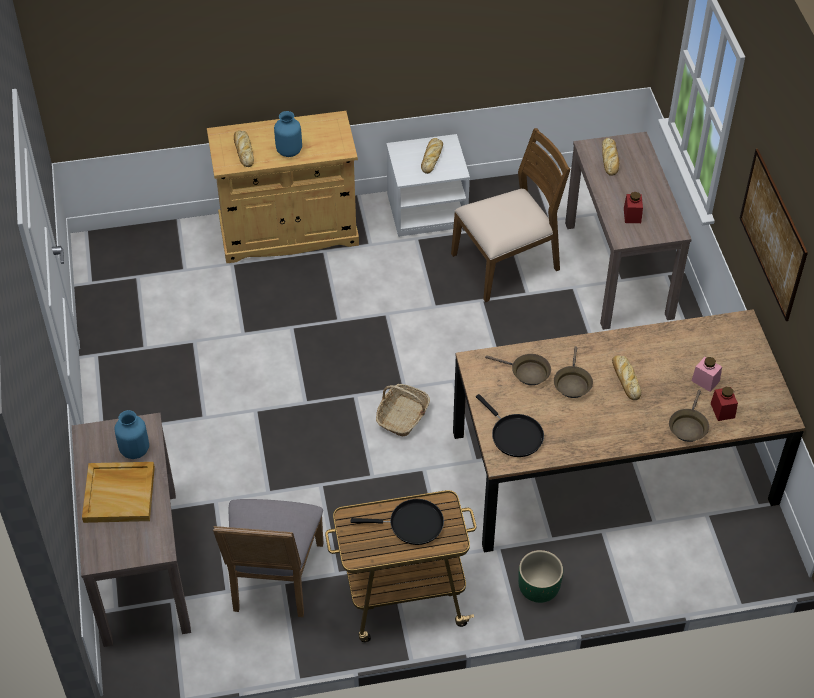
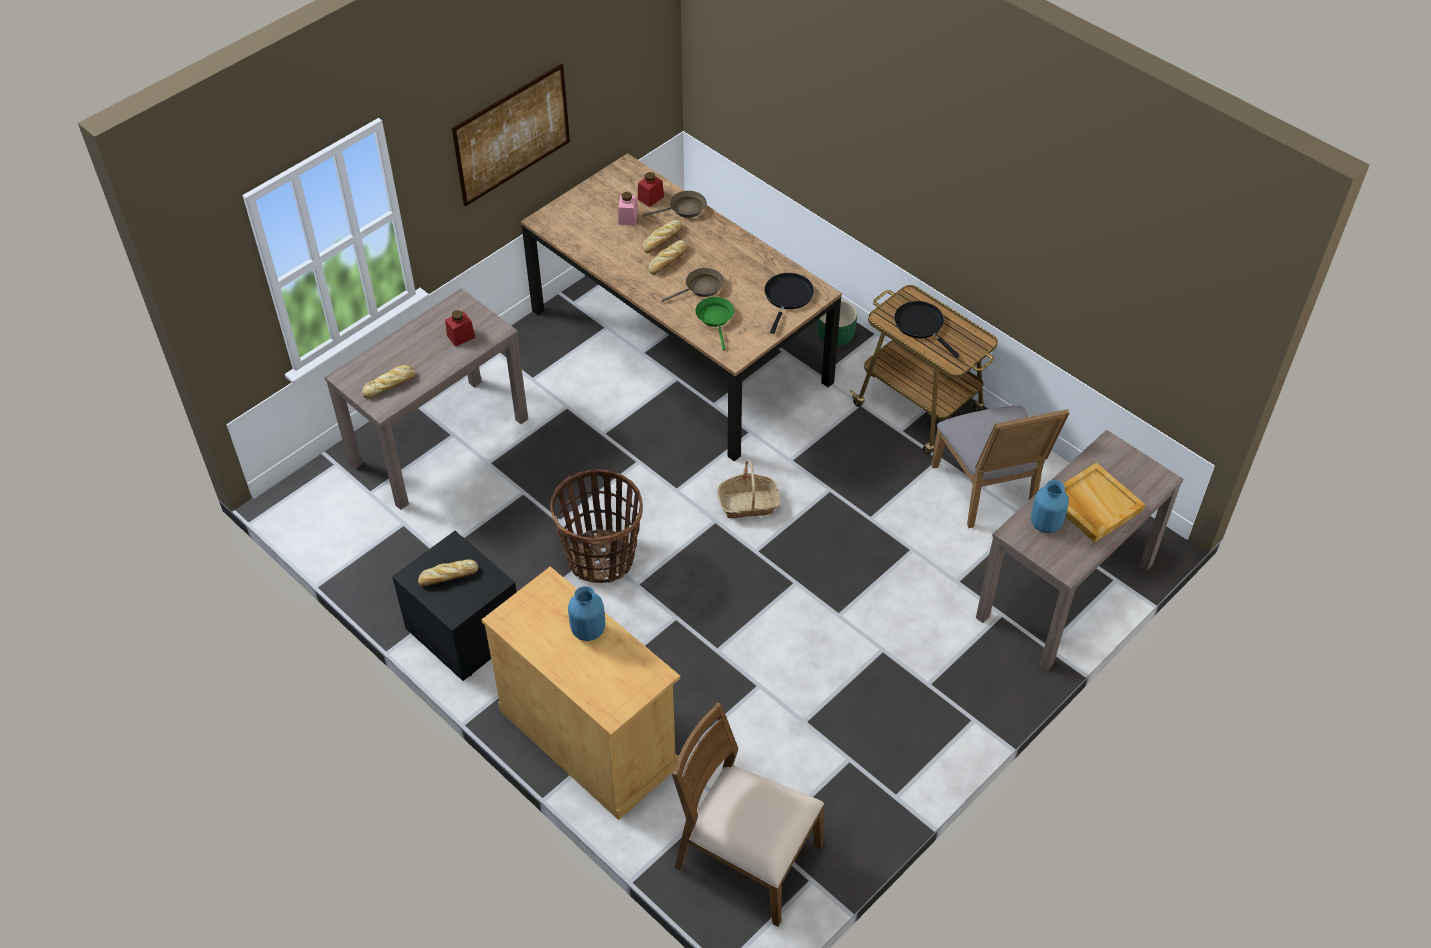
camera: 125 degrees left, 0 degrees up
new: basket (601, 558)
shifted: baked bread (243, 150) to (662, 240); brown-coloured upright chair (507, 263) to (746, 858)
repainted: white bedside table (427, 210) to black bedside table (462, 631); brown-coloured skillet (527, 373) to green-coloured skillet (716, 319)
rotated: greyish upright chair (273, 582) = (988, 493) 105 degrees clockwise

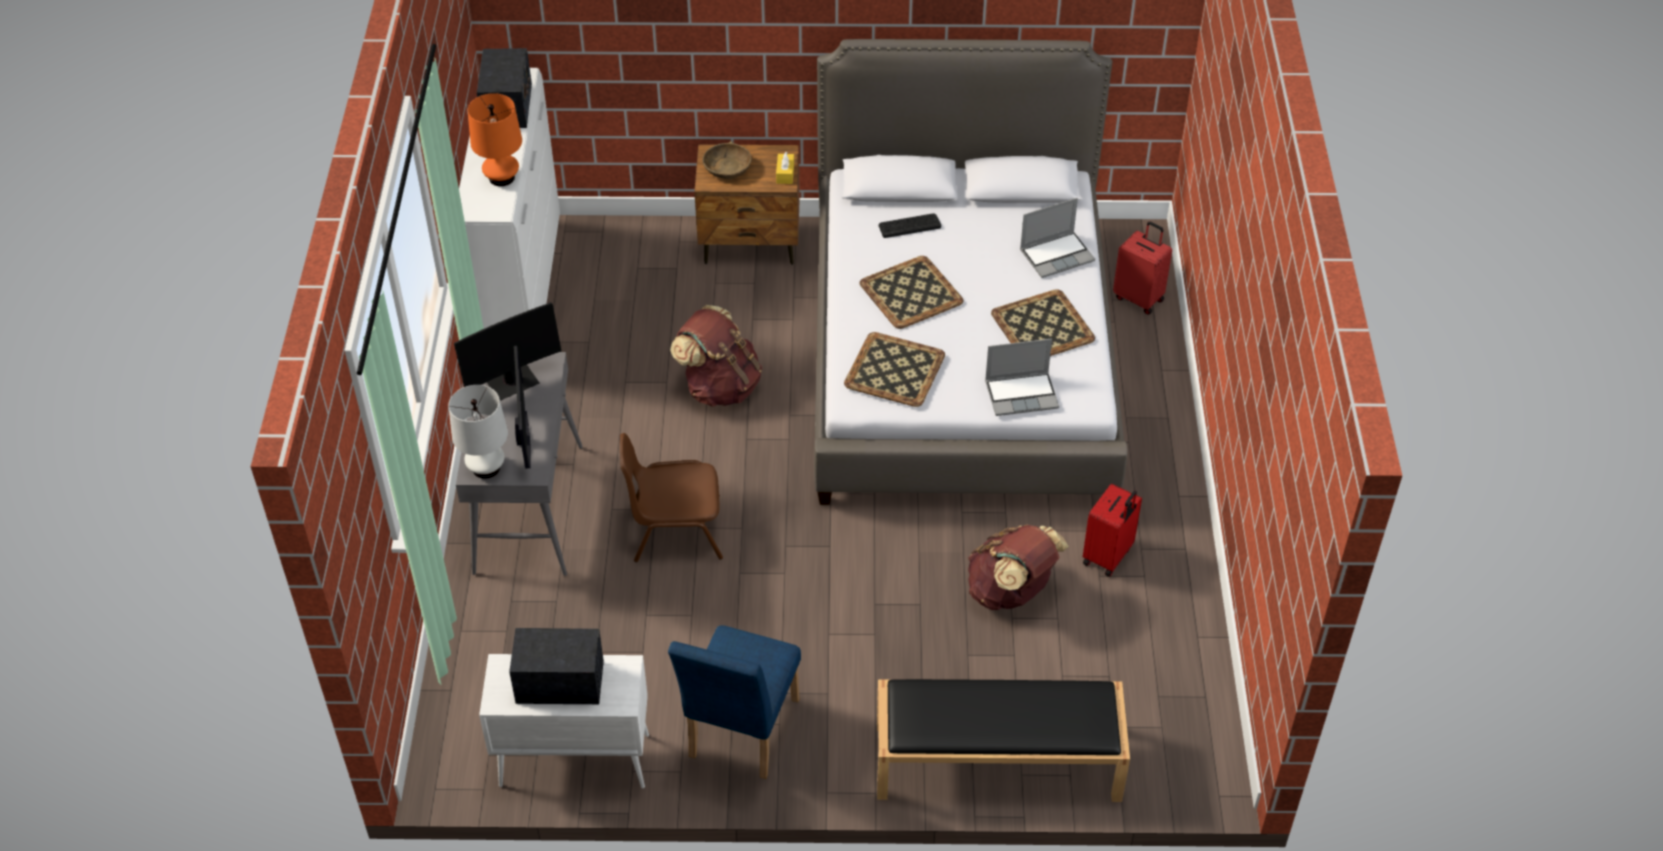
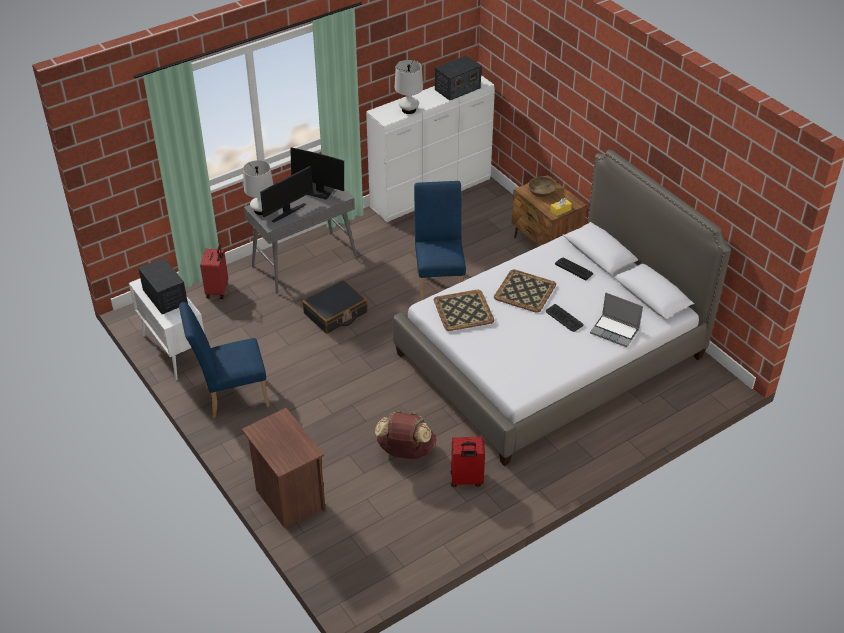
camera: 55 degrees right, 5 degrees down
gone: notebook computer (1022, 394); tray (1043, 325)
new: computer keyboard (564, 318)
shifted: red travel case (1139, 298) to (218, 290)
swapped: brown-coloured upright chair (675, 529) to black travel case (335, 313); brown-coloured backpack (720, 386) to bluish upright chair (439, 283); black long seat (995, 762) to brown-coloured bedside table (288, 498)
repainted: orangey lamp for a table (502, 177) to white lamp for a table (409, 110)

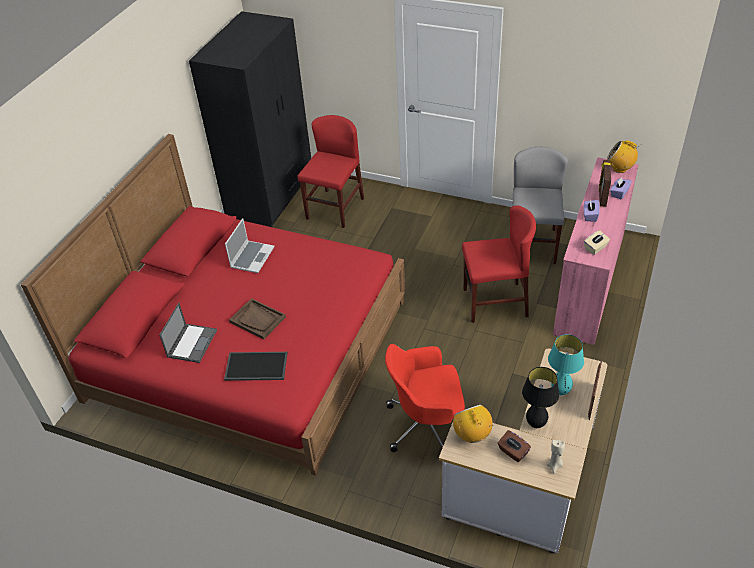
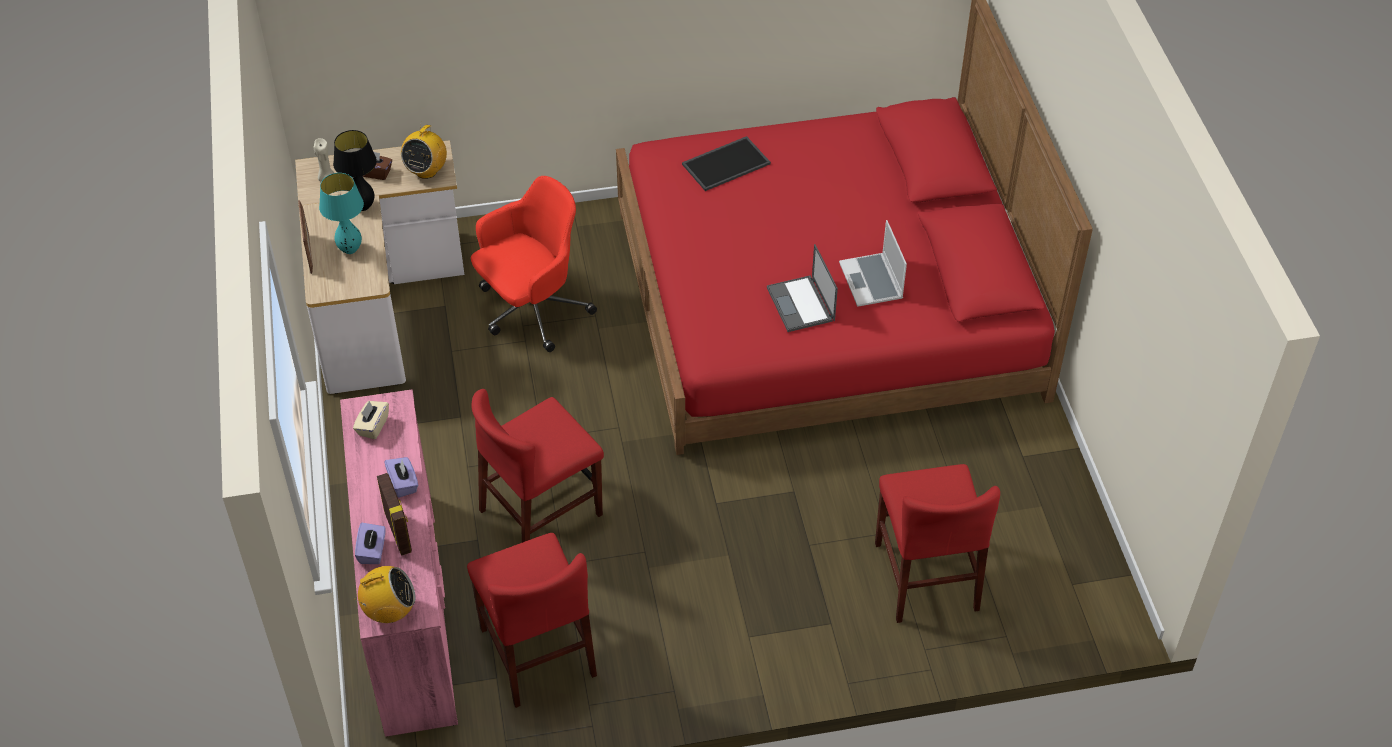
camera: 145 degrees right, 5 degrees up
gone: black wardrobe (271, 194); brown-coloured tray (258, 320)
shifted: notebook computer (192, 343) to (801, 304)
repainted: greyish upright chair (532, 245) to red upright chair (537, 652)
rotated: radio (472, 435) = (426, 171) 75 degrees clockwise

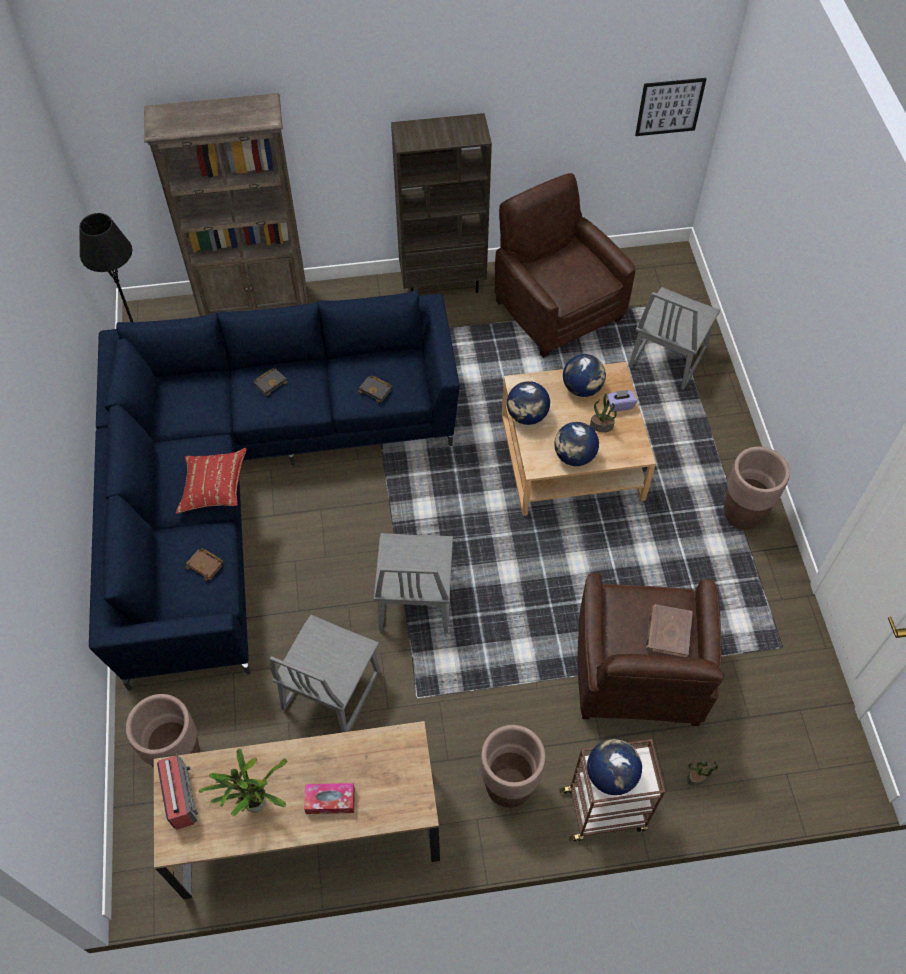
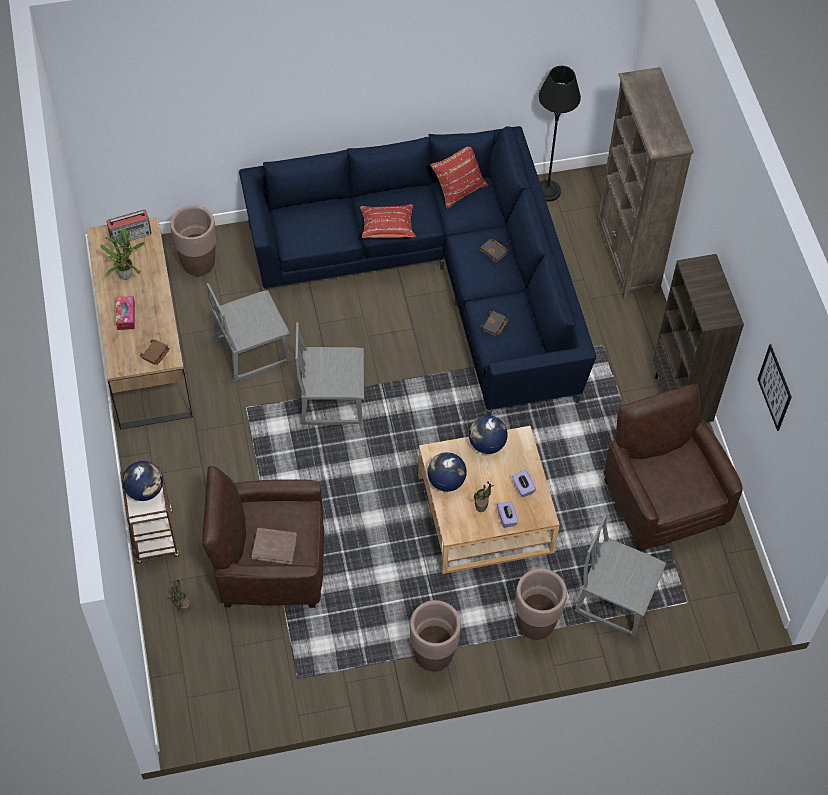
camera: 85 degrees right, 0 degrees up
new: red pillow (459, 189)
shifted: brown-coloured volume (206, 565) to (155, 354); brown-coloured planter (509, 787) to (535, 625); wall art (669, 107) to (775, 387)
swapped: world globe (582, 388) to purple box of tissues (523, 487)
rotated: greyish upright chair (330, 690) = (252, 350) 45 degrees counterclockwise; brown-coloured armchair (556, 309) = (663, 500) 75 degrees counterclockwise

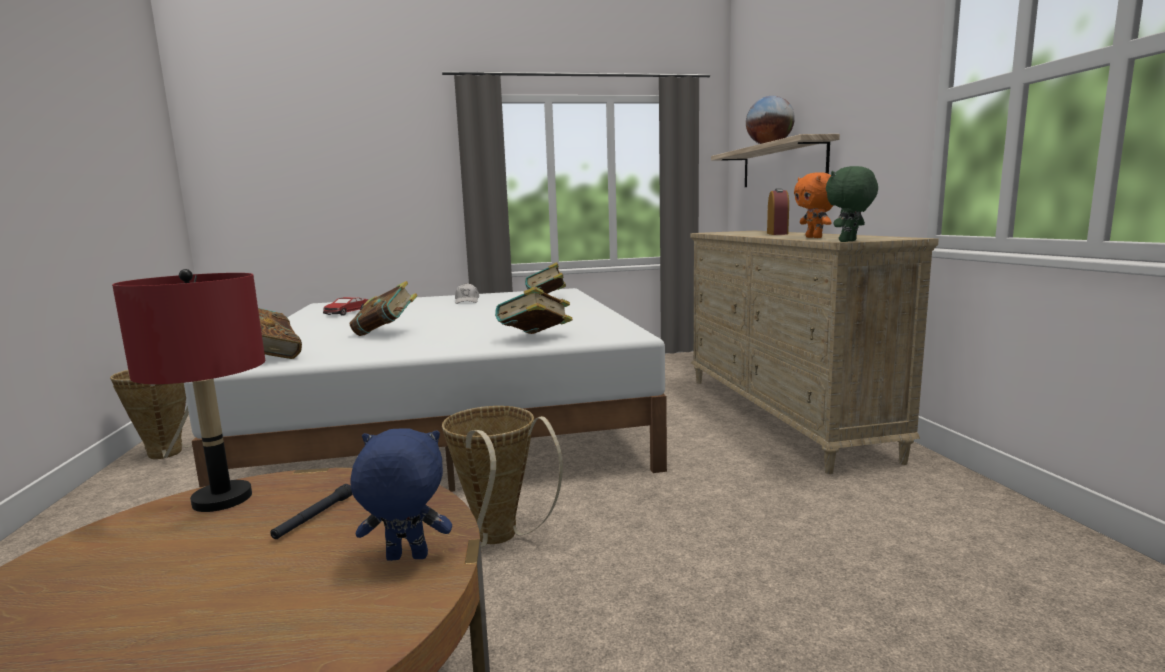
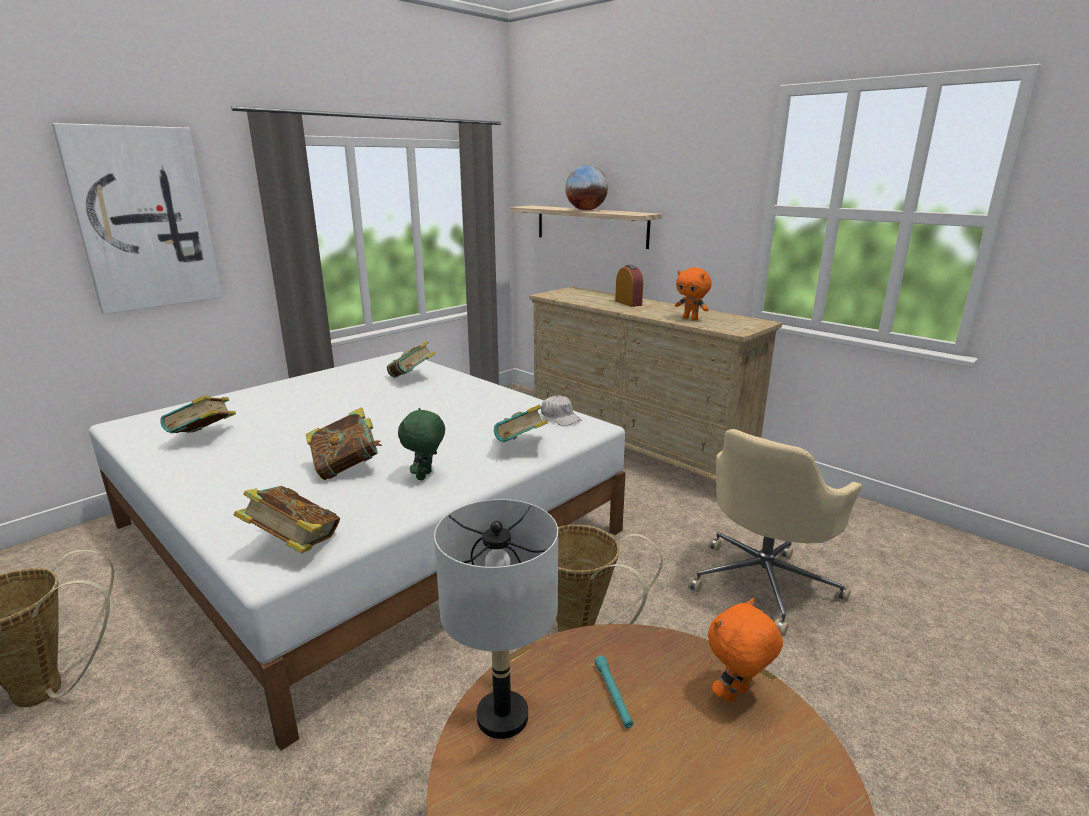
camera: 35 degrees left, 10 degrees up
new: wall art (144, 219); sand-coloured computer chair (764, 582)
shifted: white cap (467, 301) to (560, 418); green-coloured soft toy (849, 241) to (425, 476)
swapped: model car (347, 312) to volume (203, 438)
repainted: red lamp for a table (221, 499) to greyish lamp for a table (502, 717); black hand torch (314, 517) to turquoise-coloured hand torch (613, 695); bluish soft toy (406, 559) to orangey soft toy (736, 696)

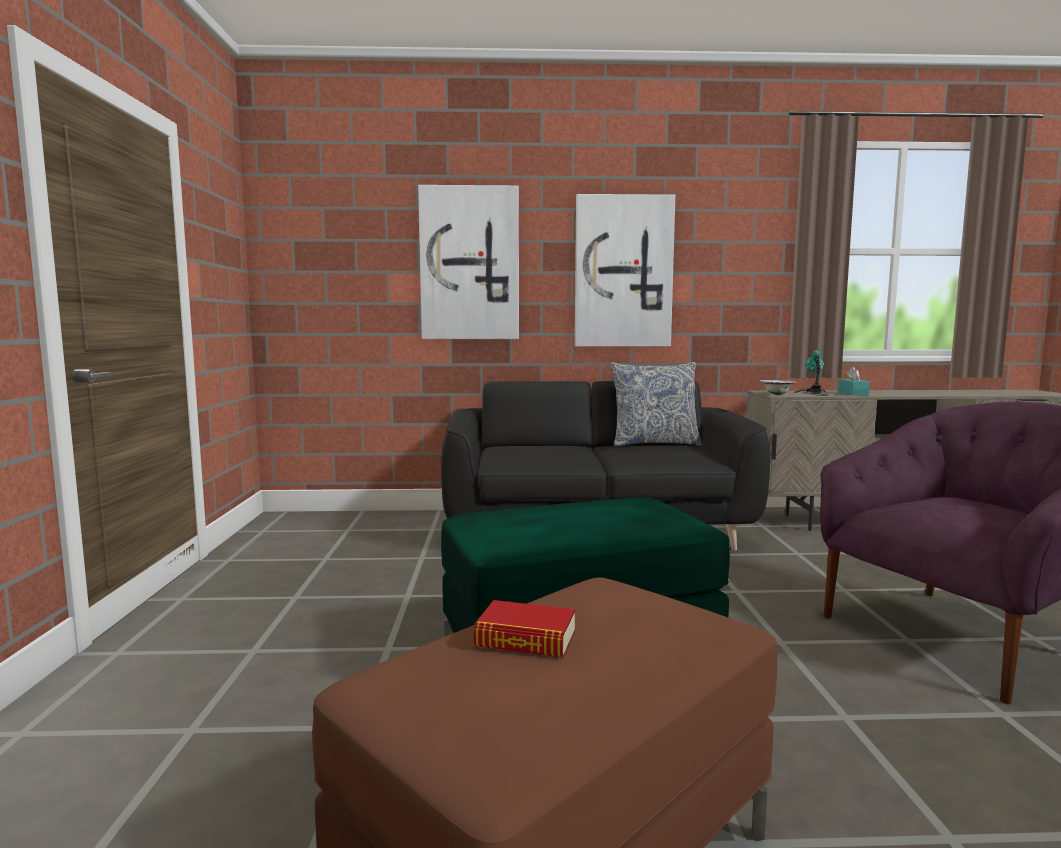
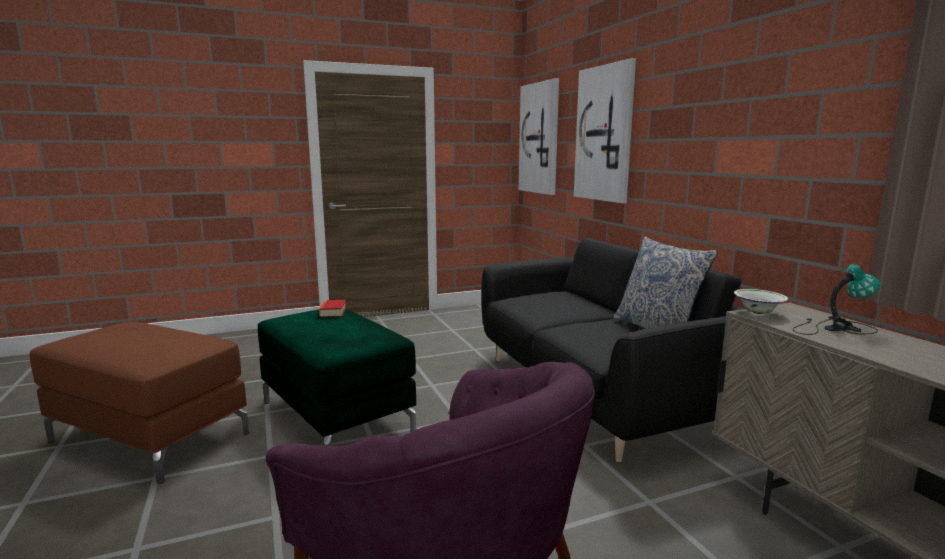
camera: 70 degrees right, 5 degrees up
gone: turquoise-coloured box of tissues (853, 394)
shifted: volume (525, 639) to (333, 312); wall art (623, 272) to (540, 138)

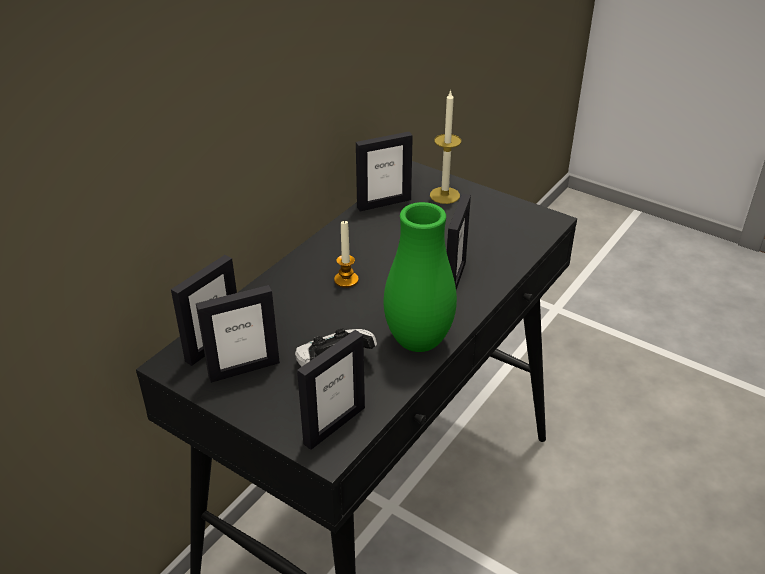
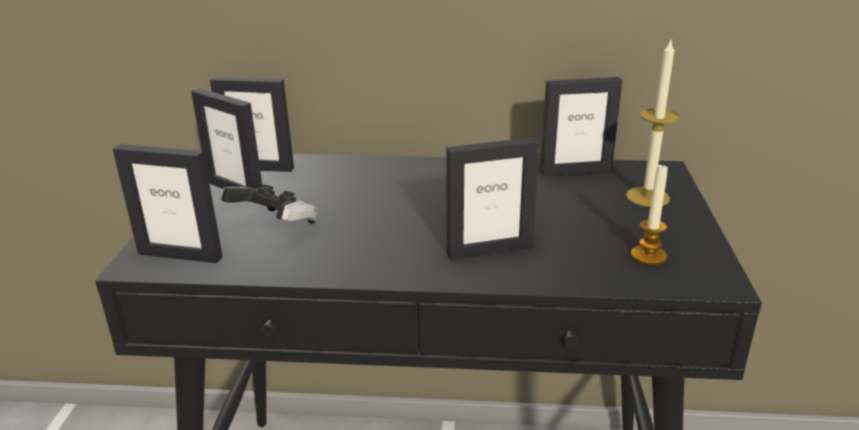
camera: 60 degrees right, 10 degrees down
gone: green-coloured flower vase (418, 341)
shifted: candle (346, 280) to (648, 256)
rotated: standing frame (384, 203) = (575, 171) 45 degrees counterclockwise

